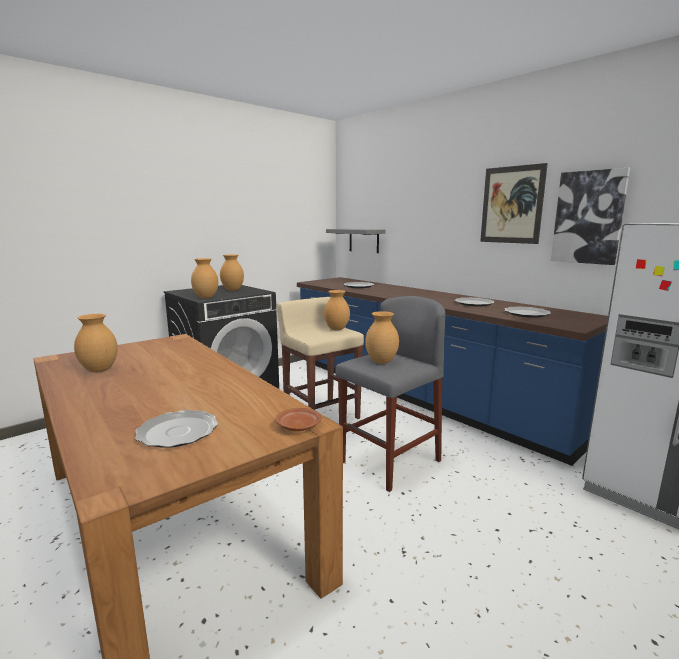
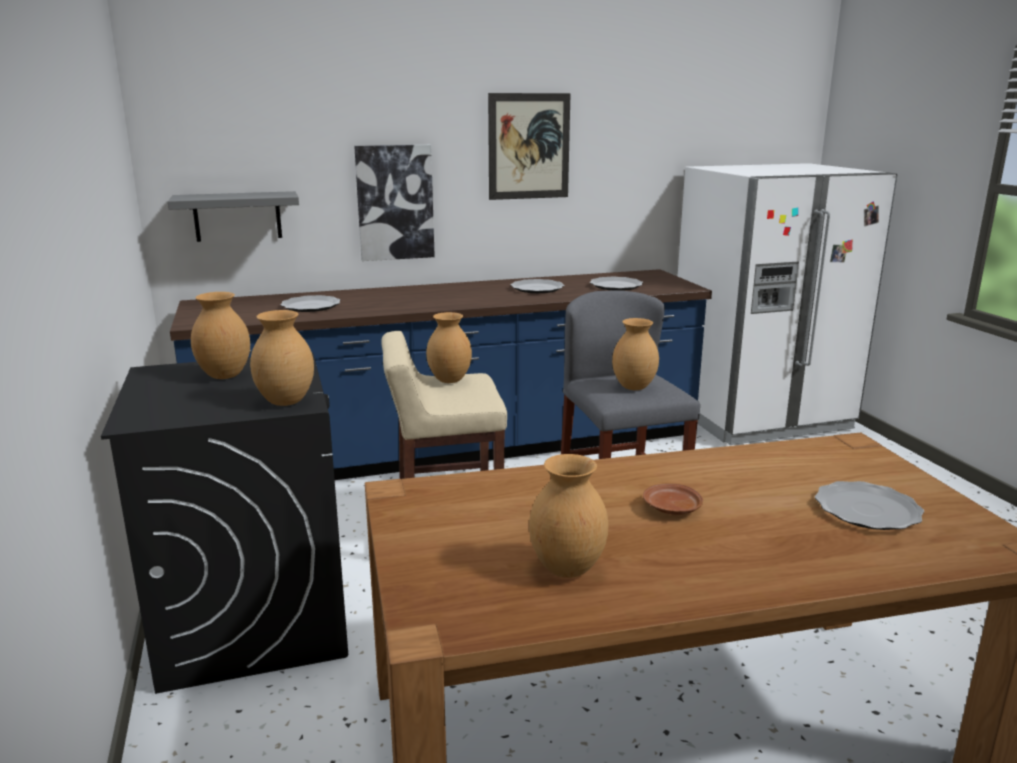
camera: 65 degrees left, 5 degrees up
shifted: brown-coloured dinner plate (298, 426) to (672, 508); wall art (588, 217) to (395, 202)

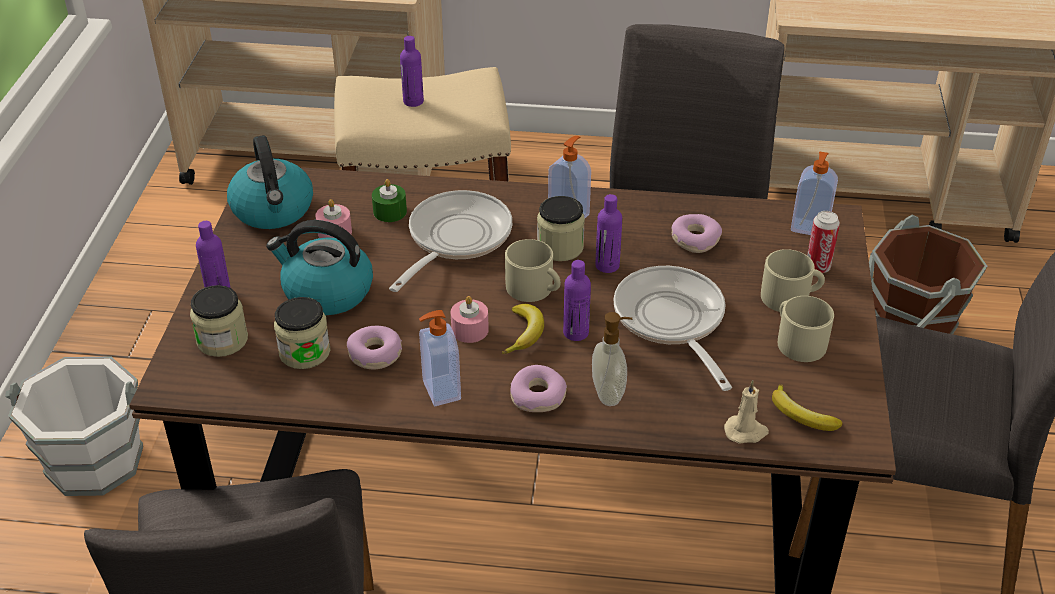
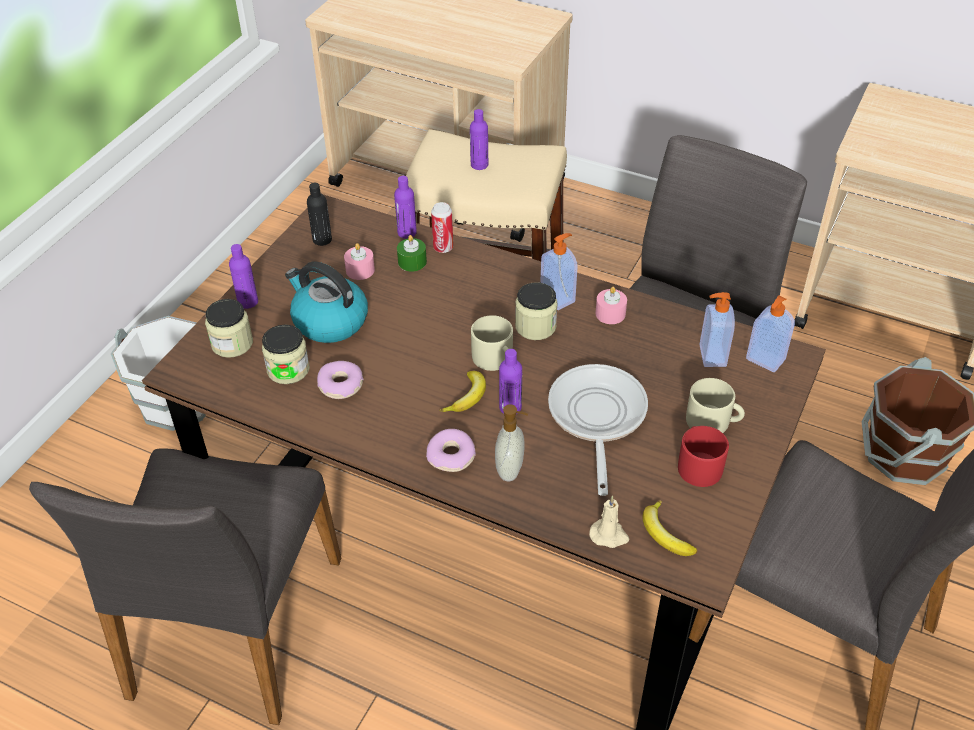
camera: 20 degrees right, 5 degrees up
gone: skillet (455, 239); donut (695, 239)
shifted: liquid soap bottle (440, 391) to (711, 356); pinkish candle (470, 330) to (610, 313); purple beverage bottle (607, 265) to (407, 233); can (817, 267) to (443, 248)
swapped: water kettle (273, 210) to black beverage bottle (322, 240)
repainted: sand-coloured mug (797, 341) to red mug (698, 464)

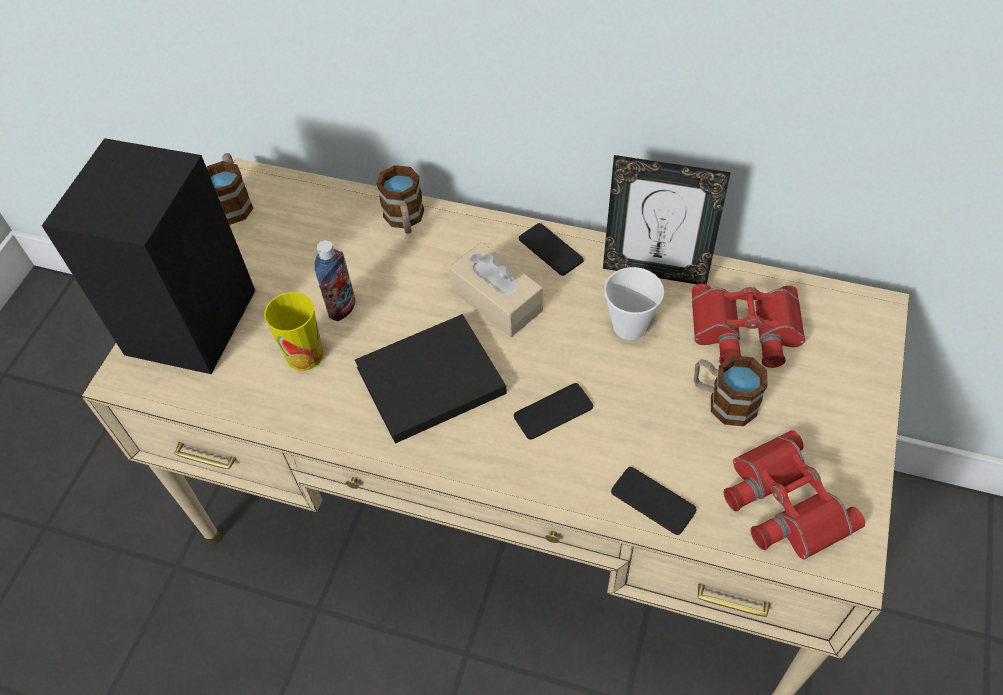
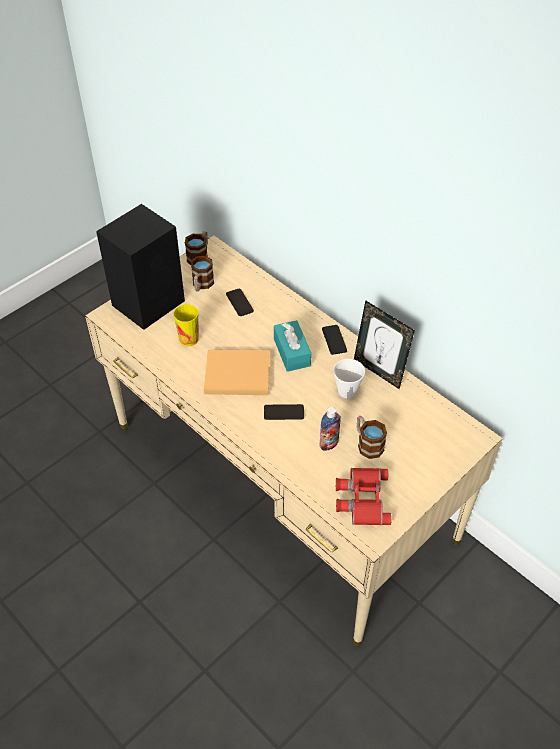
camera: 25 degrees right, 5 degrees down
gone: red pair of binoculars (745, 332)
shifted: beverage bottle (342, 308) to (329, 444); mug (405, 220) to (201, 285); handset (653, 501) to (239, 302)
repainted: black volume (426, 382) to sand-coloured volume (235, 374); sand-coloured box of tissues (496, 300) to turquoise-coloured box of tissues (292, 352)

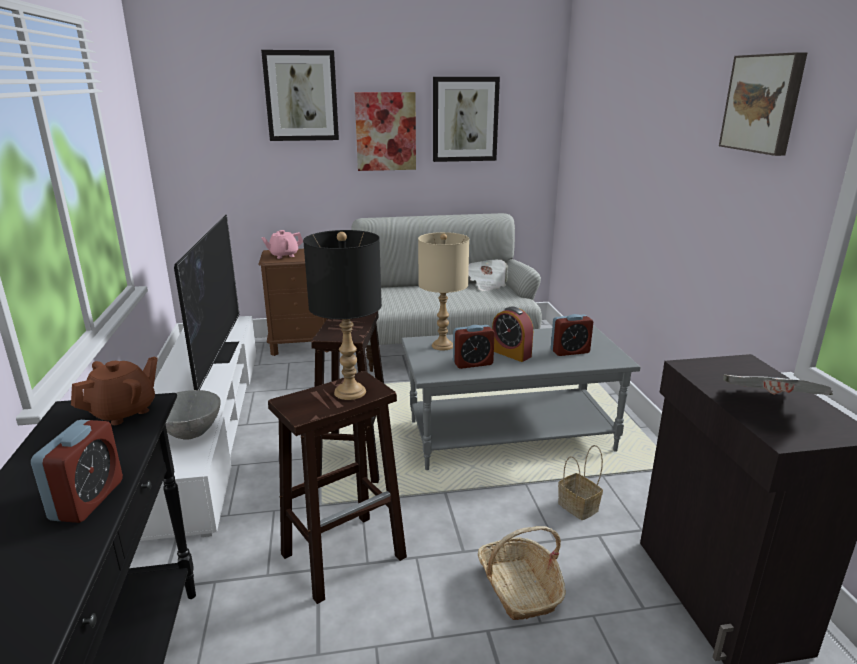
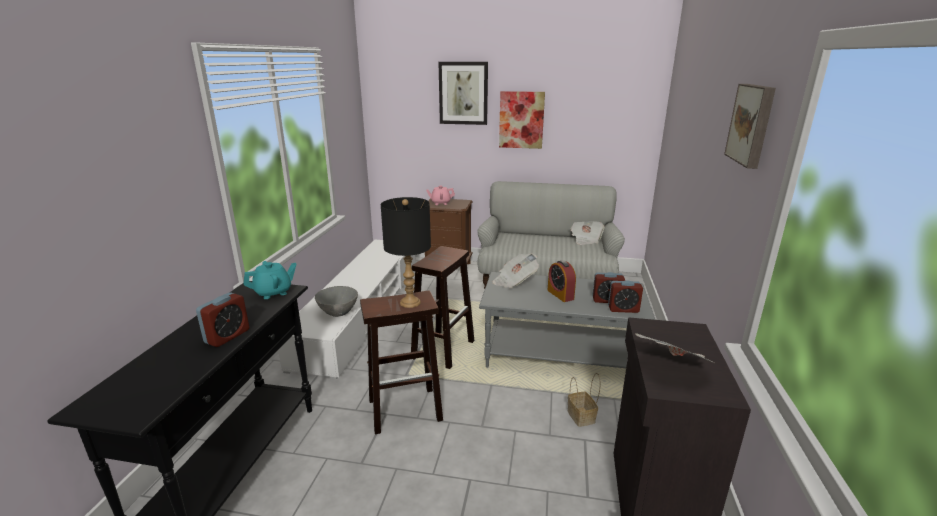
camera: 20 degrees right, 0 degrees up
gone: television (219, 351); wall art (465, 119); basket (519, 588)
shifted: table clock (472, 363) to (623, 309)
swapped: sand-coloured lamp for a table (442, 346) to printed paper (514, 281)
repainted: brown-coloured tea pot (124, 412) to turquoise-coloured tea pot (273, 292)

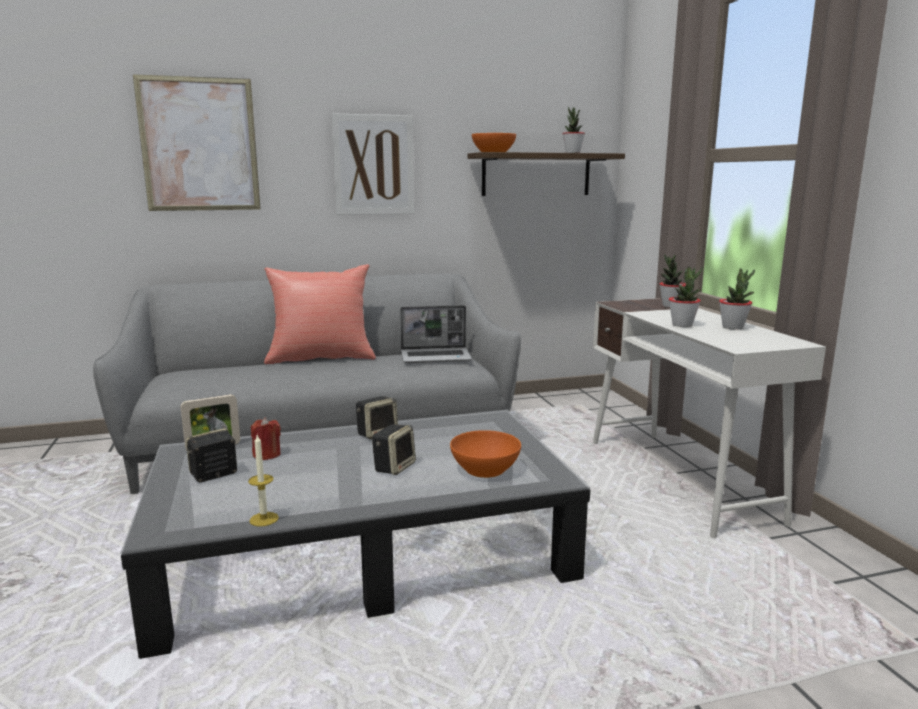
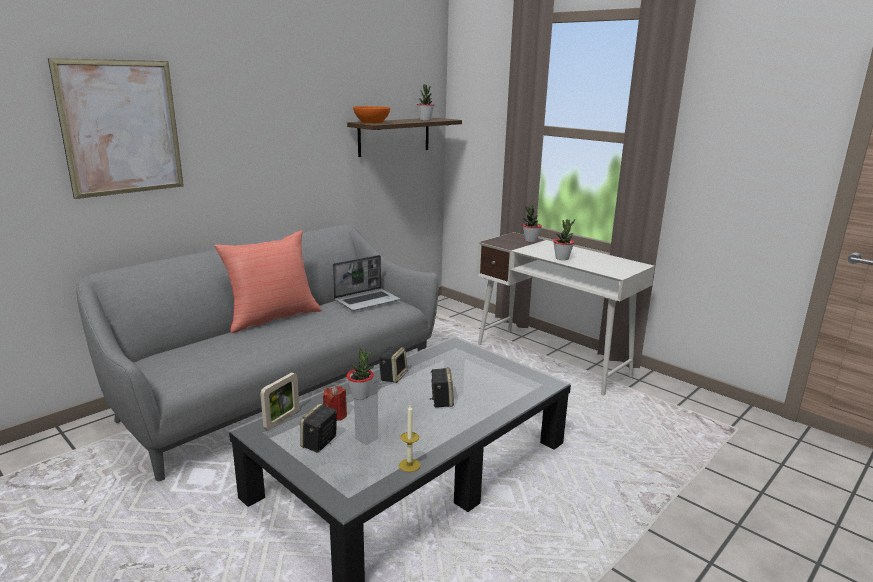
camera: 30 degrees left, 5 degrees up
gone: wall art (373, 165); orangey serving bowl (485, 469)
shifted: plant in a pot (733, 327) to (360, 395)

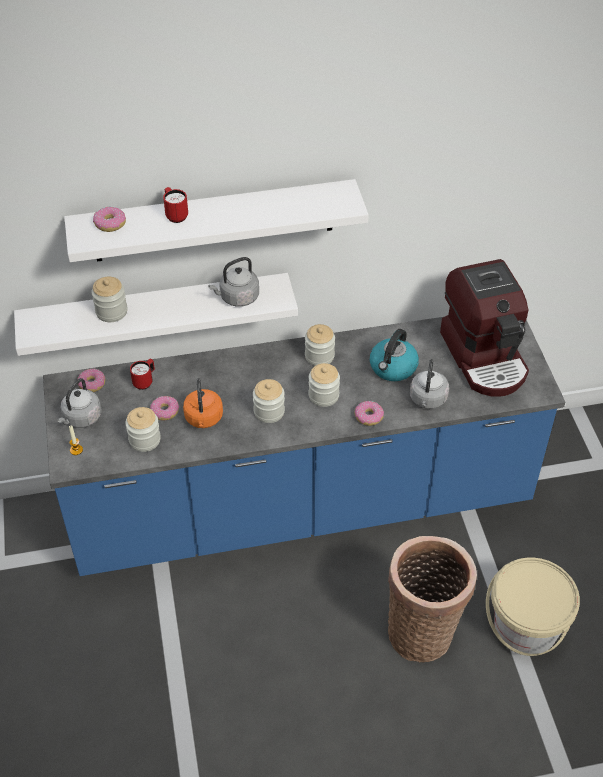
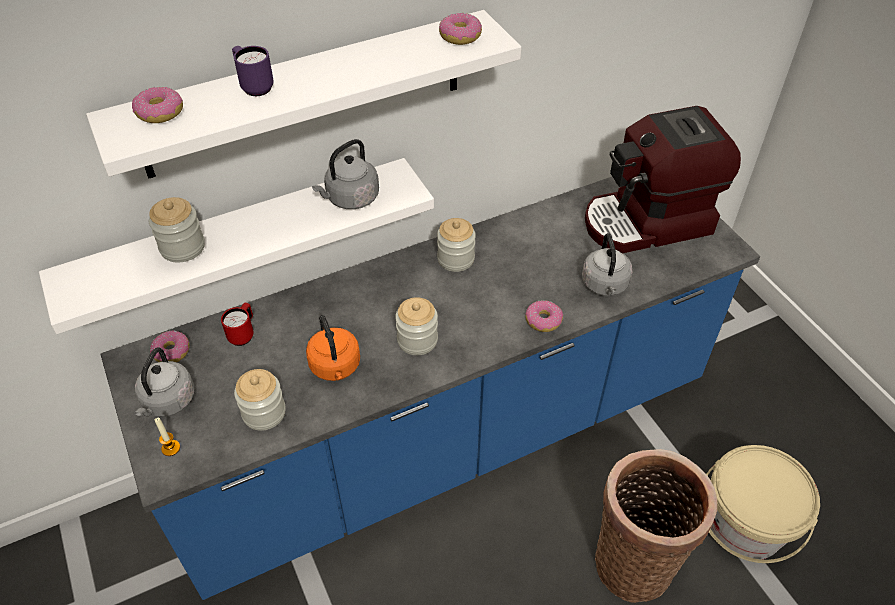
camera: 15 degrees left, 0 degrees up
gone: jar (323, 395); water kettle (393, 368)
shifted: donut (165, 411) to (460, 36)
repainted: red mug (175, 215) to purple mug (254, 86)
rotated: coffee brewer (485, 357) = (648, 222) 105 degrees clockwise

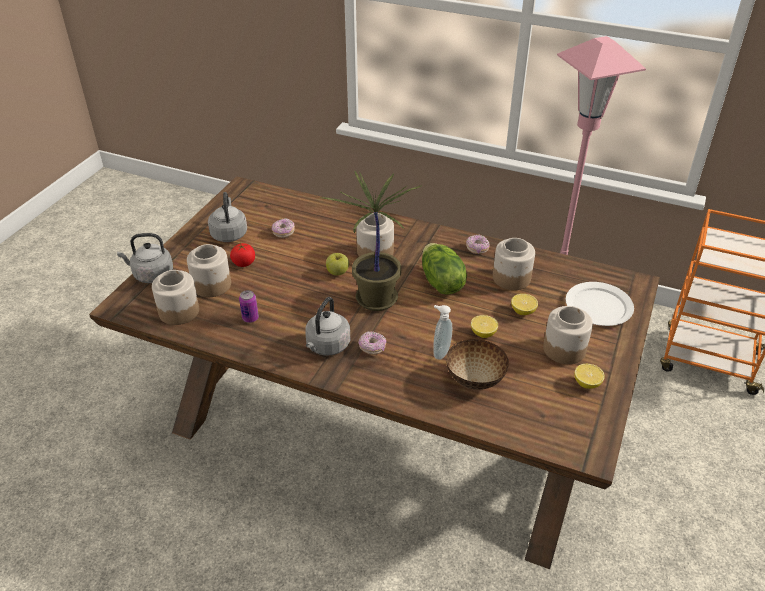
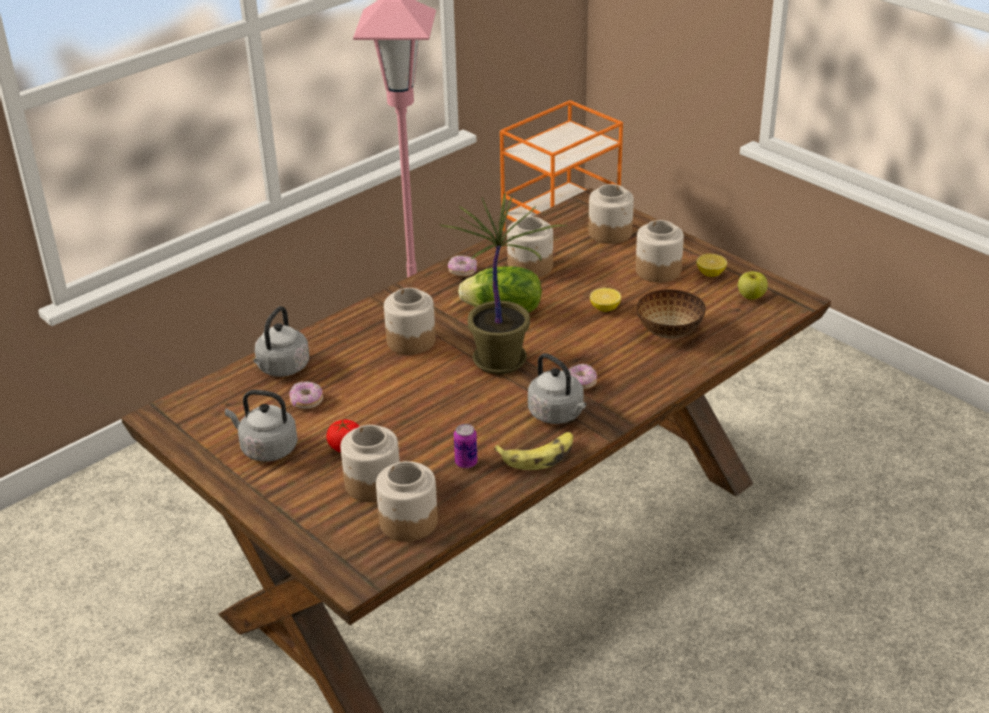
camera: 65 degrees left, 5 degrees down
gone: liquid soap bottle (440, 352); citrus fruit (523, 311)
new: banana (538, 455)
shifted: greyish water kettle (151, 275) to (282, 368); whole apple (338, 272) to (751, 296)
swapped: white dinner plate (599, 306) to jar (610, 232)

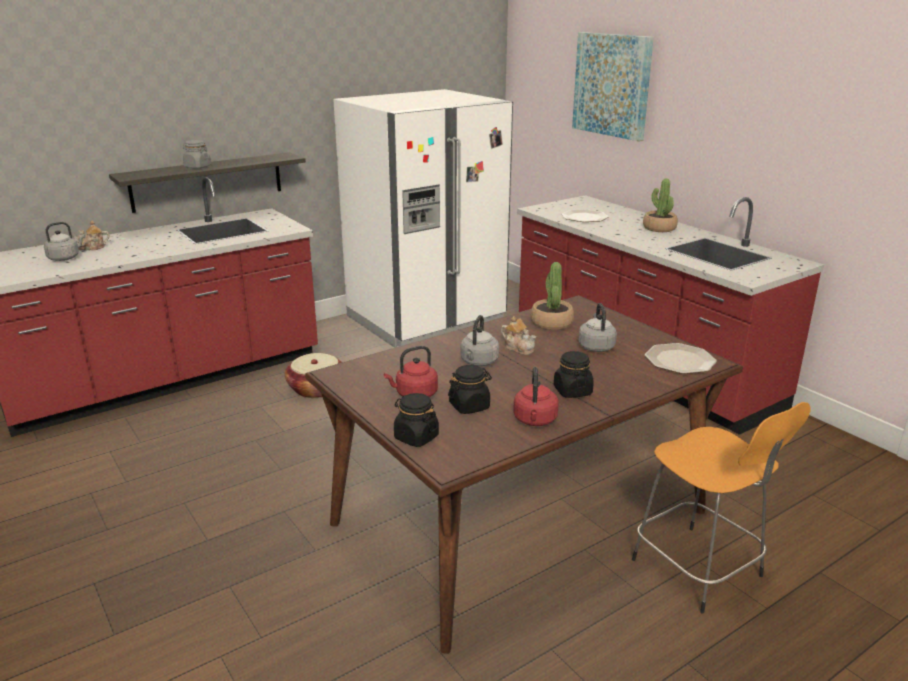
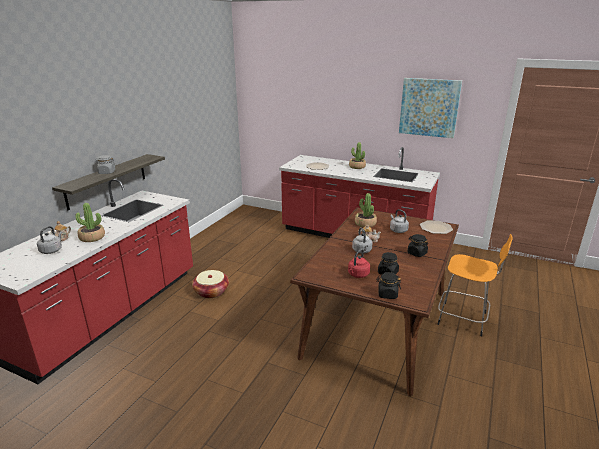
camera: 30 degrees left, 0 degrees up
gone: white refrigerator (426, 319); red water kettle (535, 421)
new: plant in a pot (92, 237)
shifted: wall art (612, 85) to (429, 107)

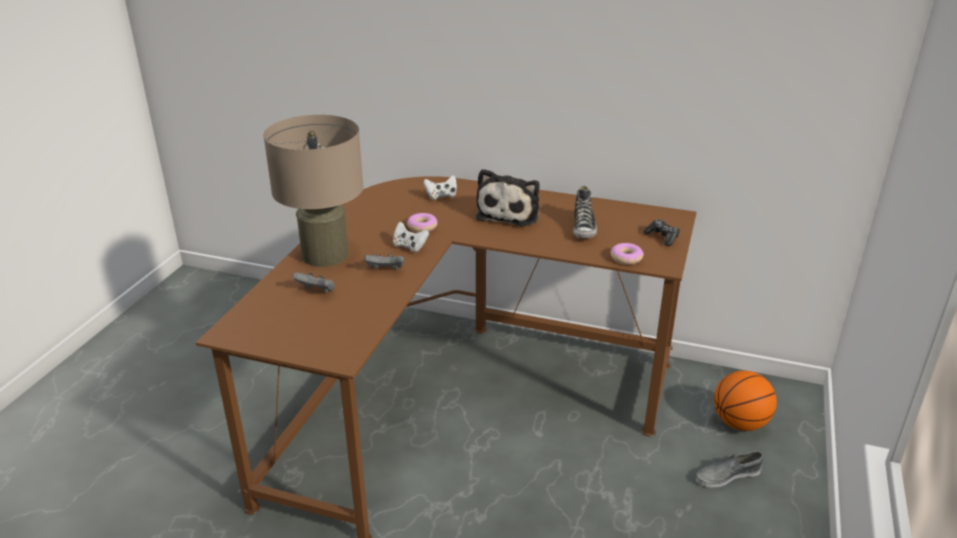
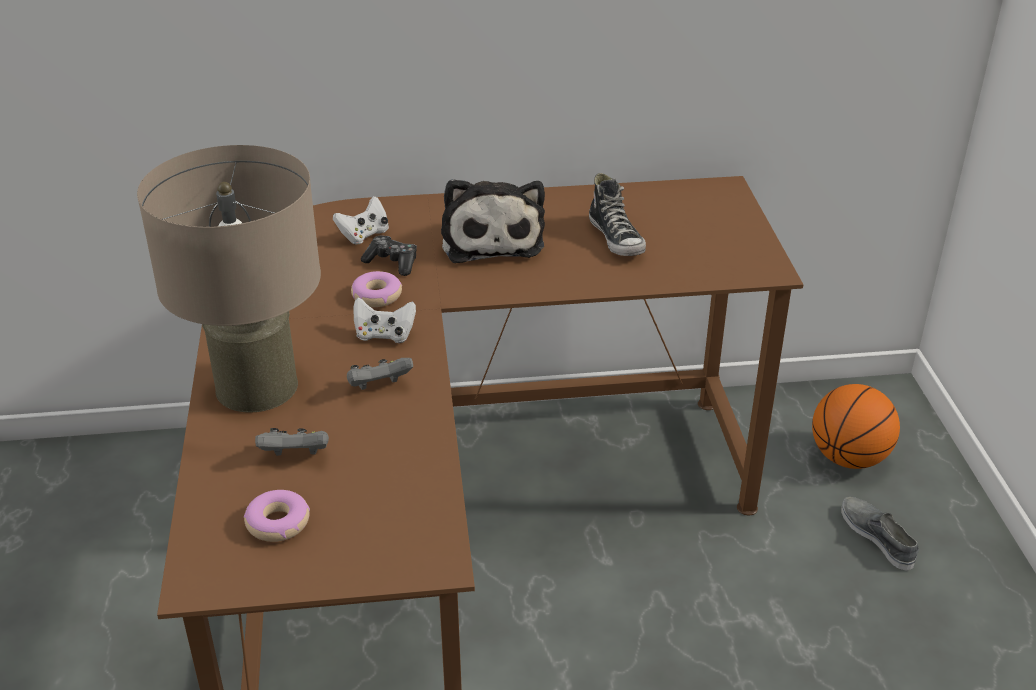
camera: 25 degrees left, 5 degrees up
shifted: donut (626, 258) to (278, 523); gamepad (662, 237) to (392, 262)
rotated: greyish item of footwear (727, 475) = (878, 536) 105 degrees clockwise

